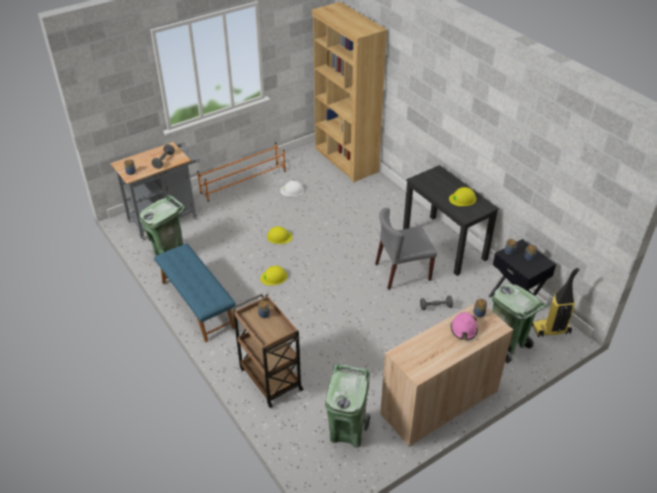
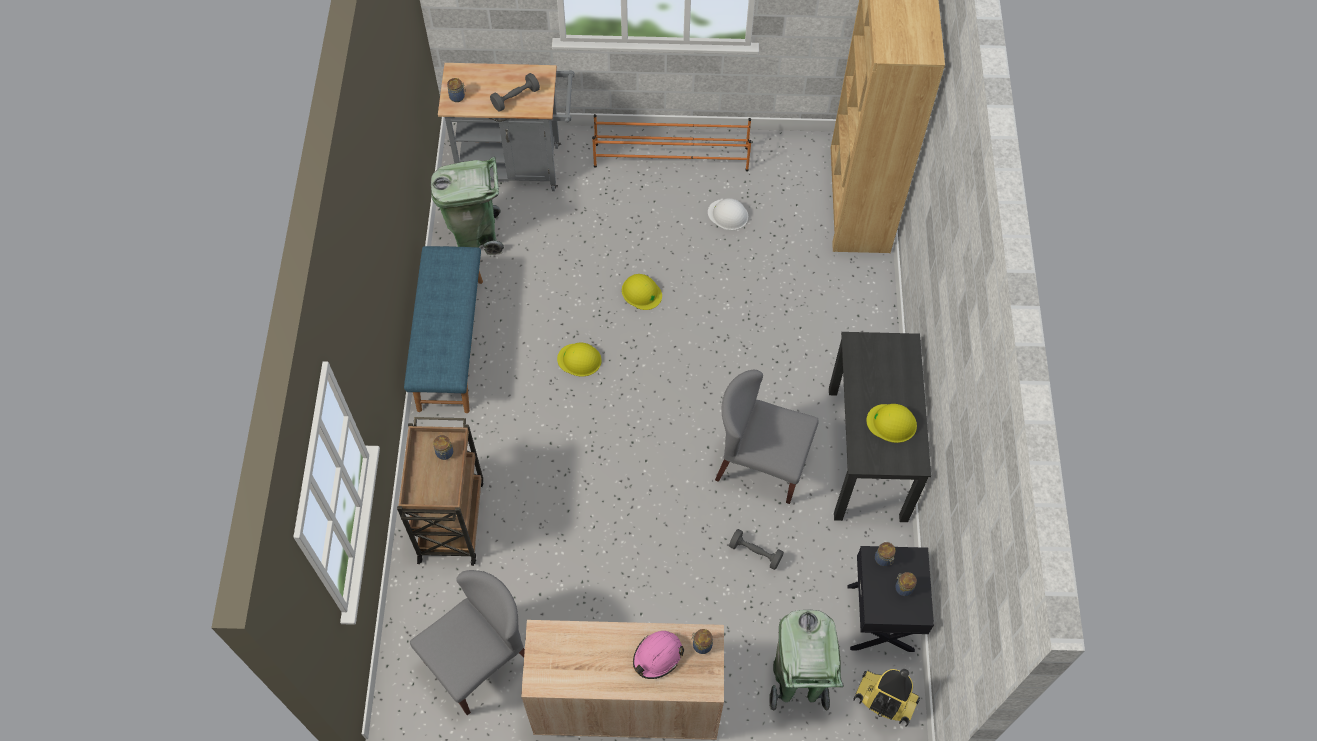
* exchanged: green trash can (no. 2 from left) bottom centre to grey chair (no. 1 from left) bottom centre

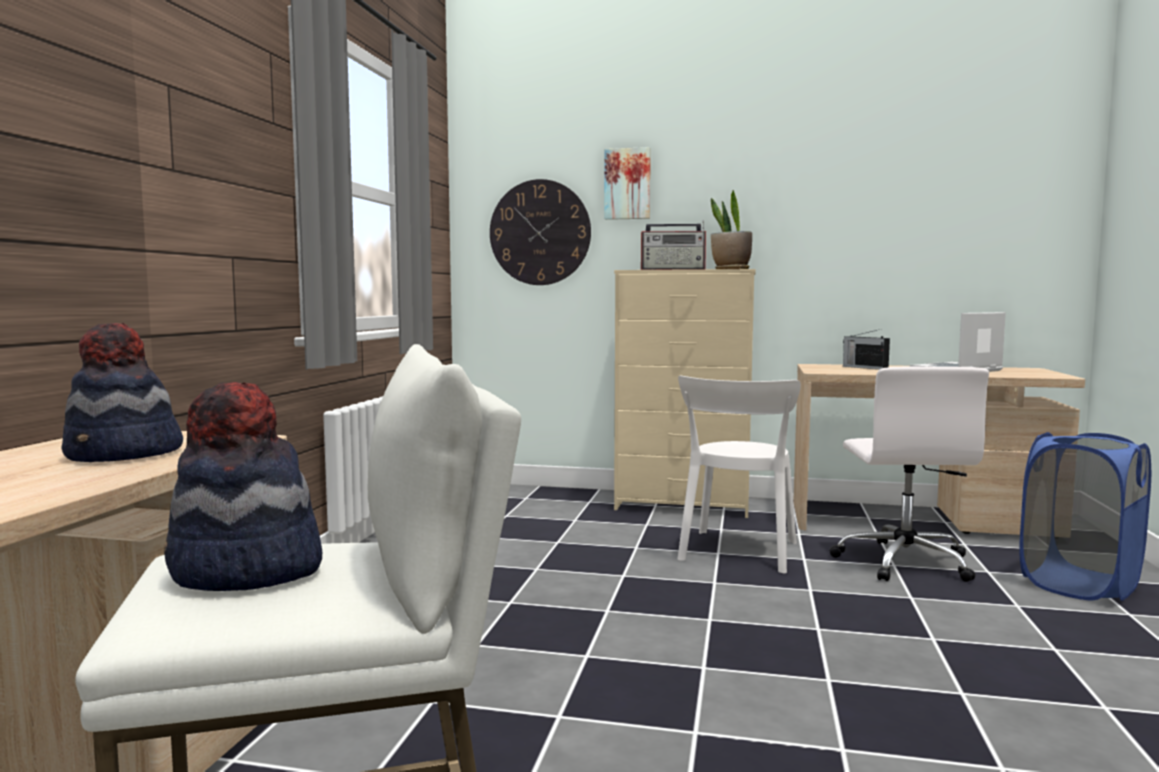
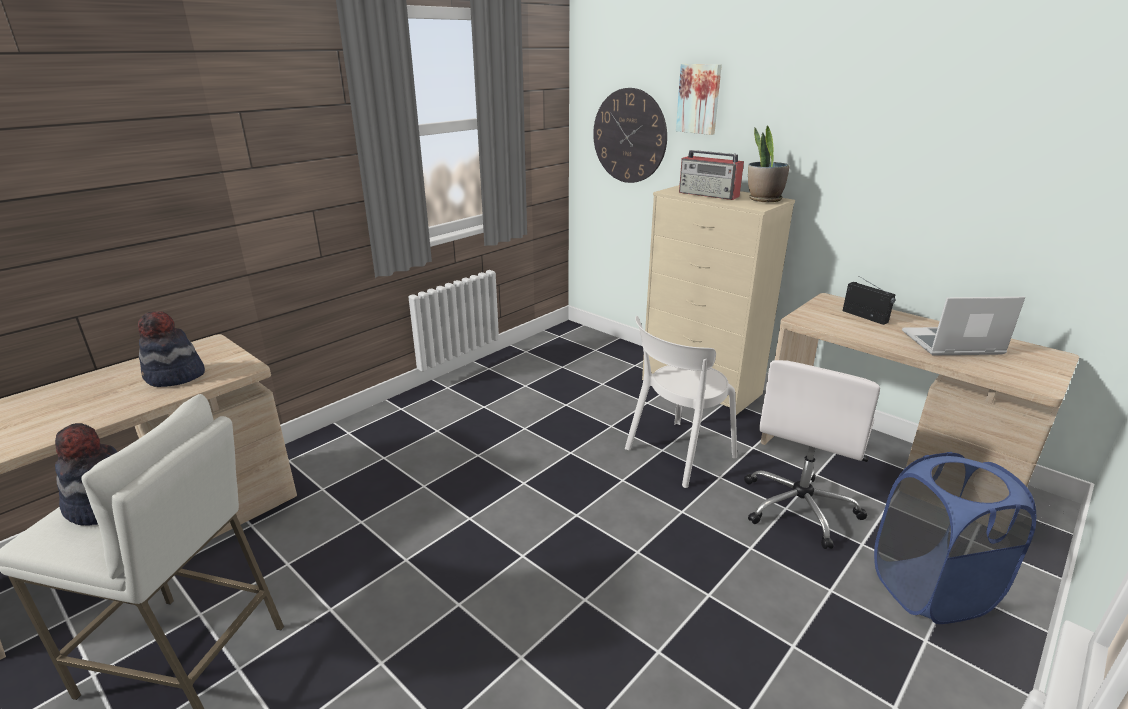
* spun: radio (no. 2 from left) middle right = middle right 150 degrees clockwise

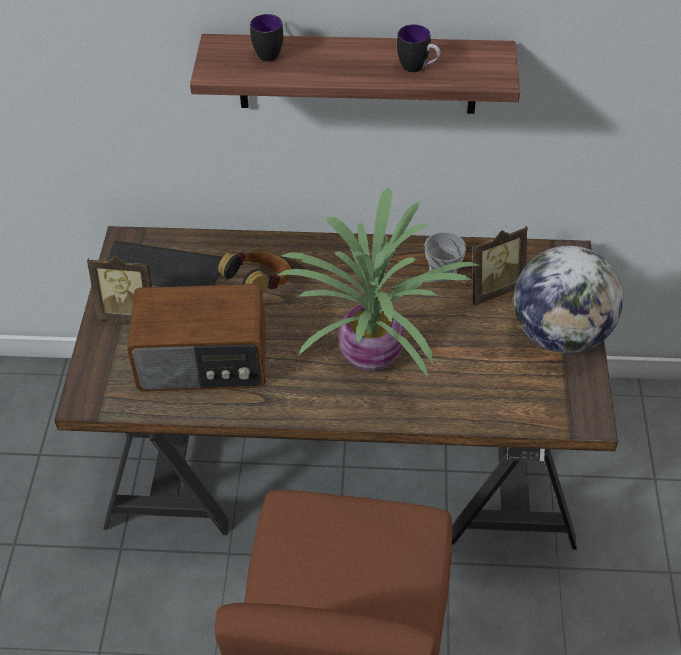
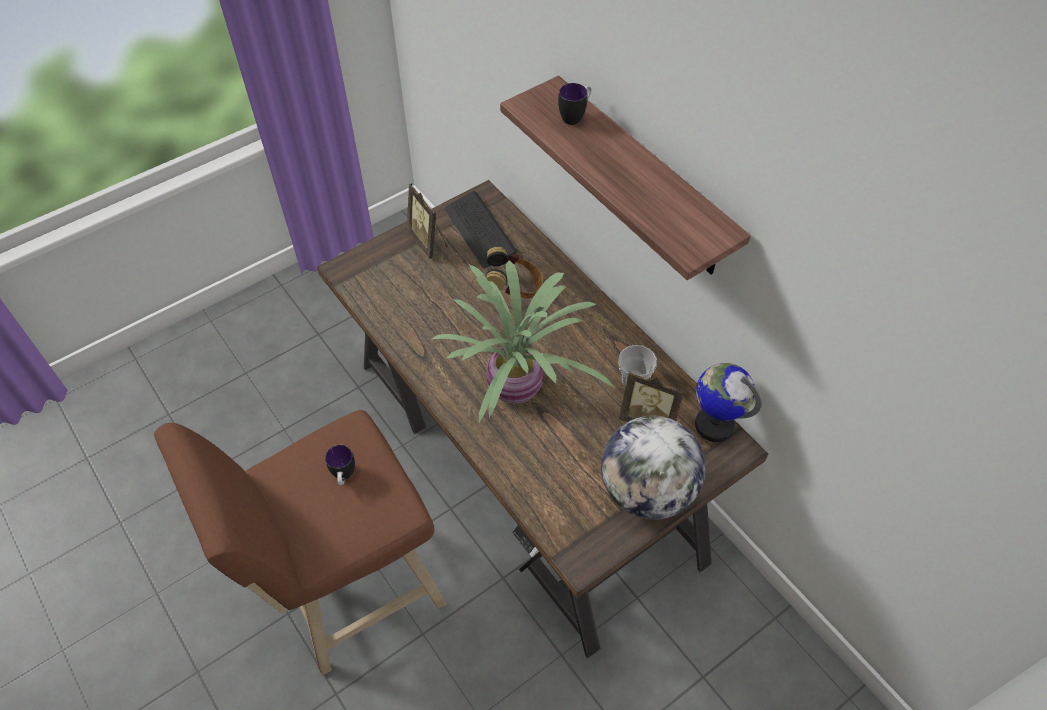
* relocated: mug (no. 2 from left in the first image) top centre to mug (no. 1 from left) middle left
* missing: radio middle left
* appeared: globe (no. 2 from left) middle right

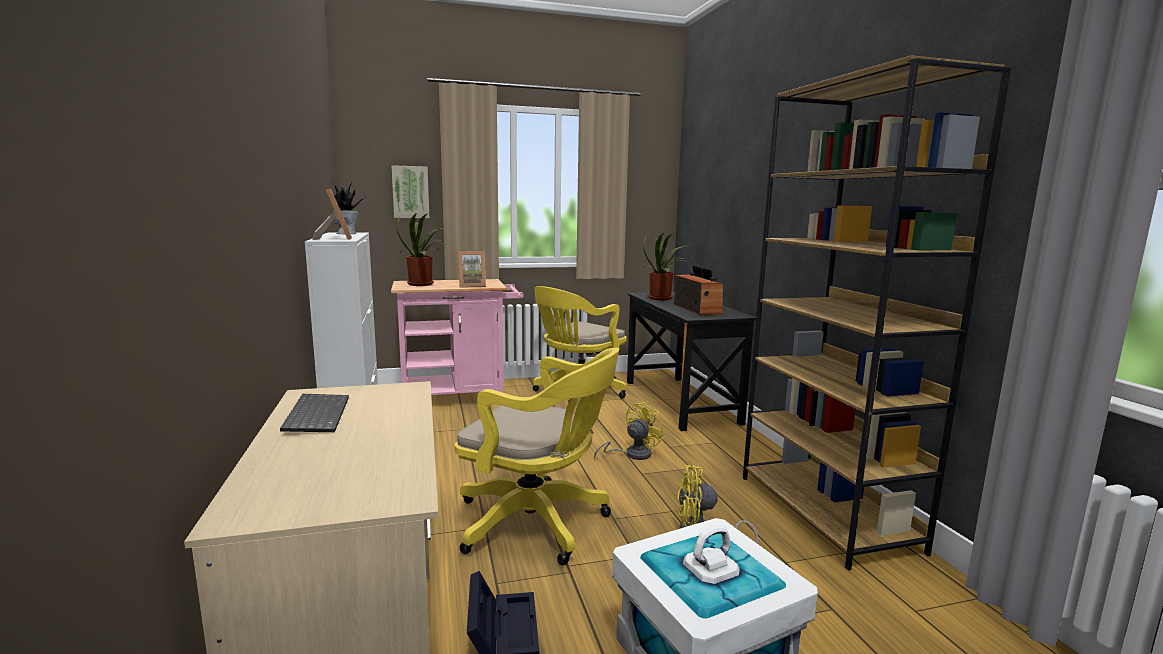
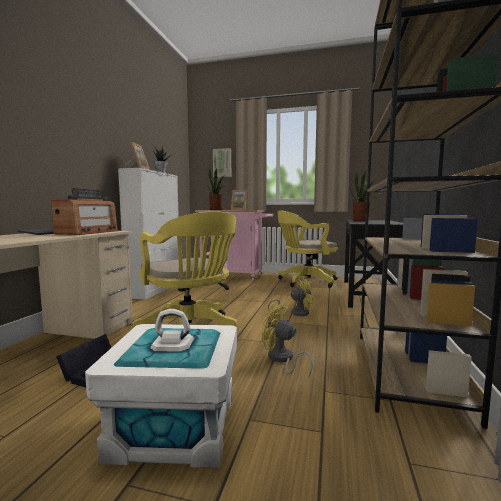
* relocated: radio centre to middle left

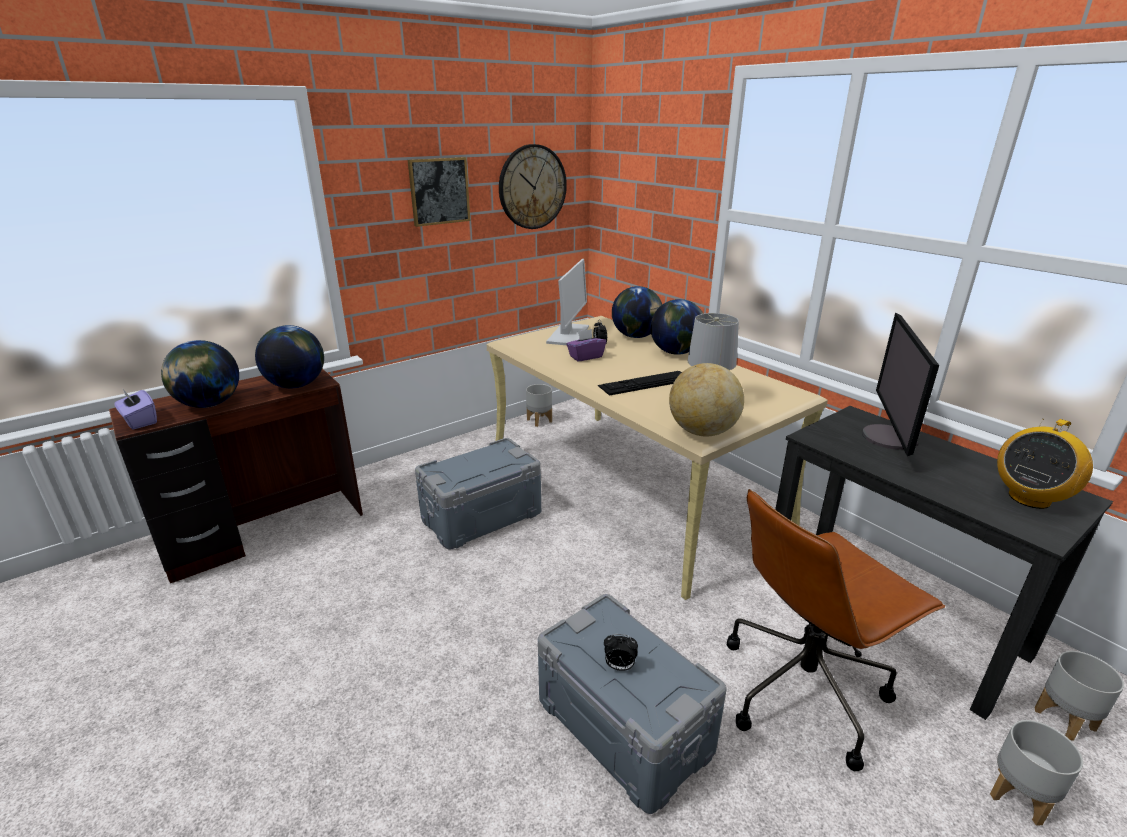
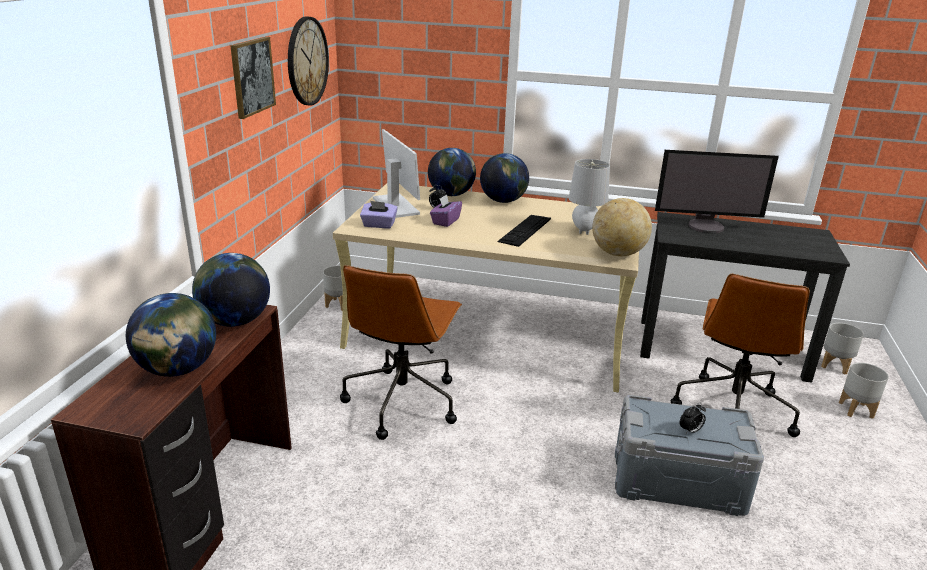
* spun: monitor (no. 2 from left) middle right = middle right 60 degrees counterclockwise
* relocated: purple tissue box (no. 1 from left) middle left to centre
* missing: radio middle right
* exchanged: grey storage box (no. 1 from left) centre to brown office chair (no. 1 from left) centre

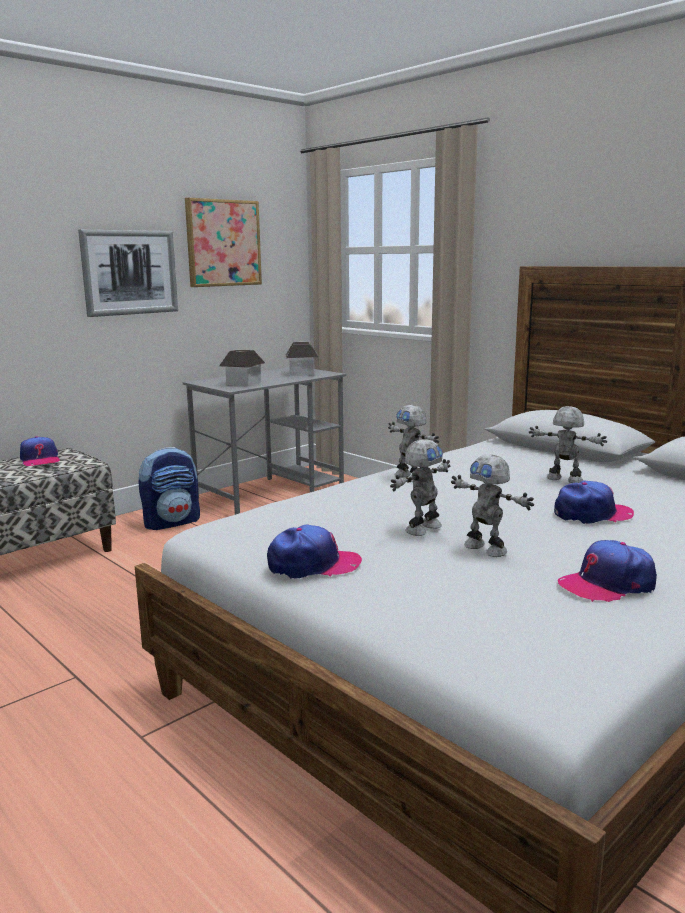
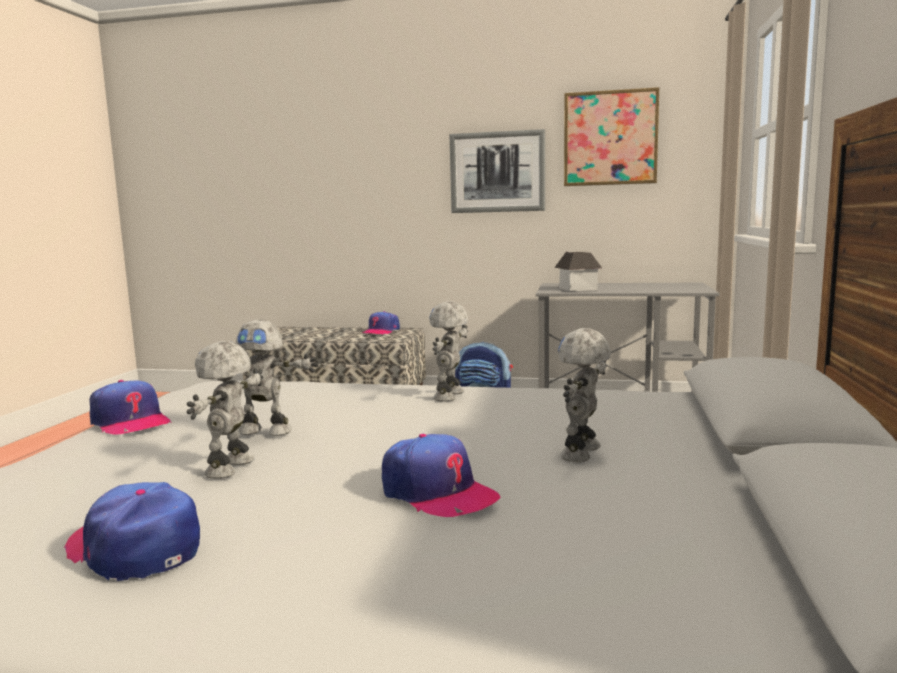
* missing: toy house (no. 2 from left) centre
* spun: toy robot (no. 4 from left) middle right = centre 150 degrees counterclockwise

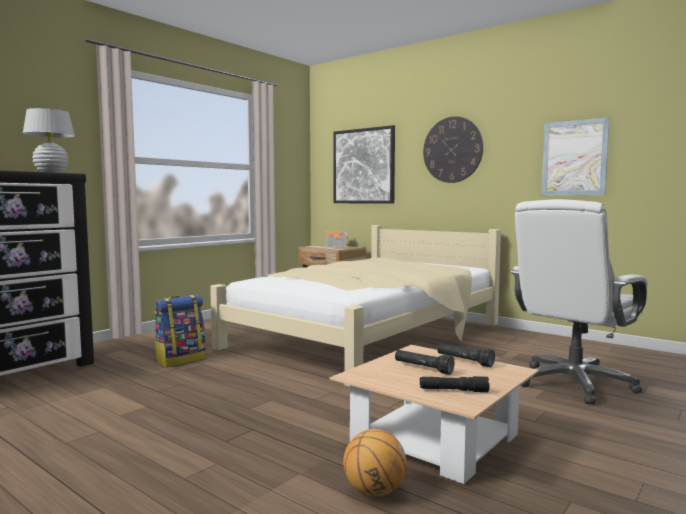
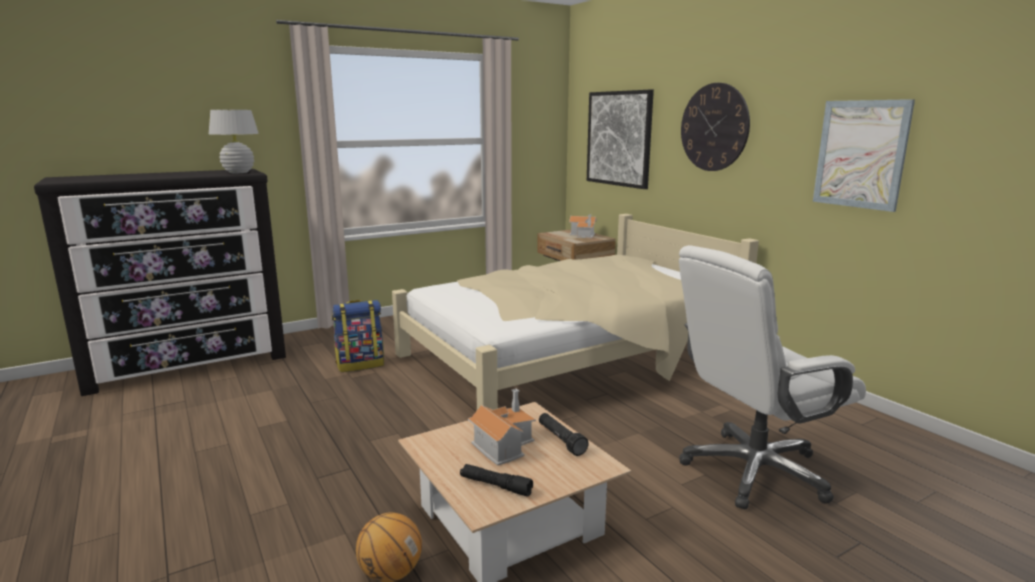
* exchanged: black flashlight (no. 1 from left) bottom centre to toy house (no. 1 from left) bottom centre

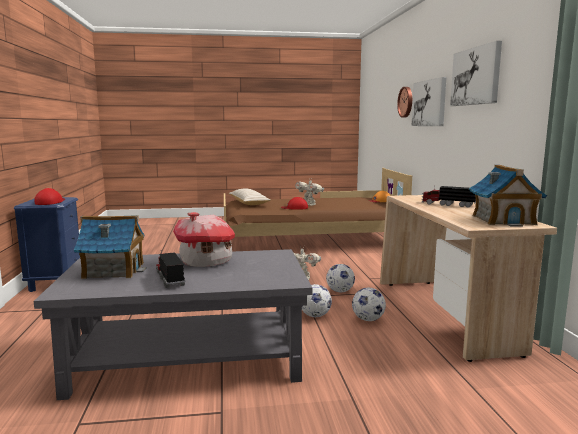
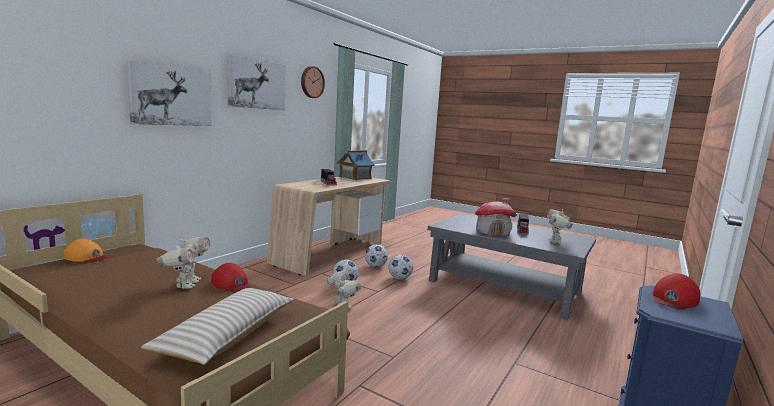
* relocated: wall clock top right to top centre
* exchanged: toy house (no. 1 from left) middle left to toy robot (no. 3 from left) middle right

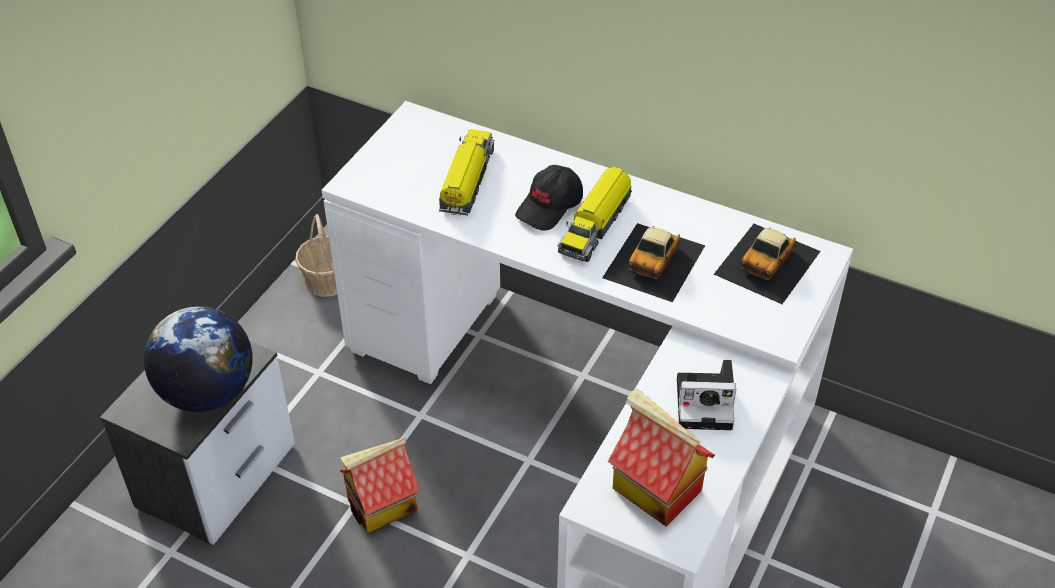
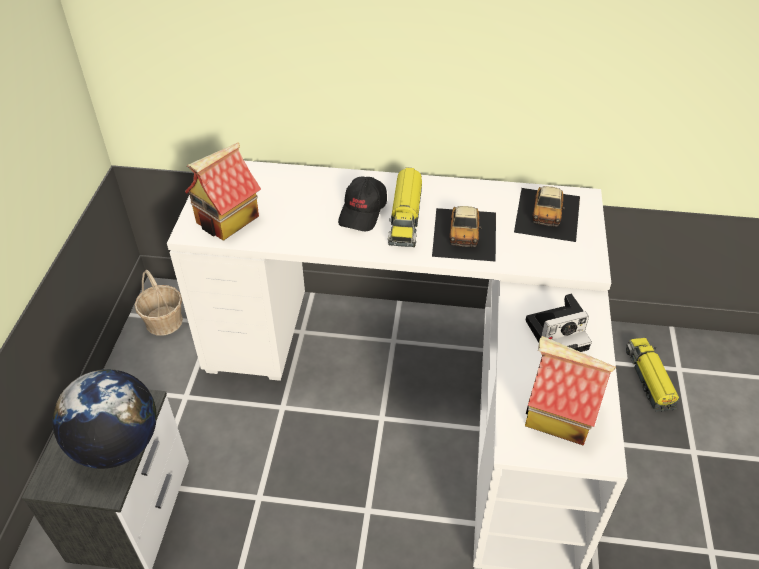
* relocated: toy truck (no. 1 from left in the first image) top centre to toy truck (no. 2 from left) middle right
* relocated: toy house (no. 1 from left) bottom centre to middle left

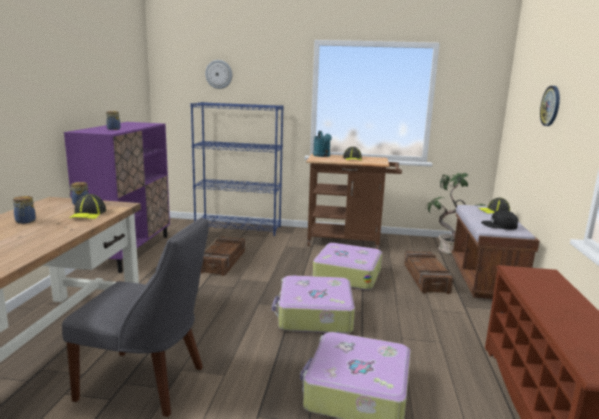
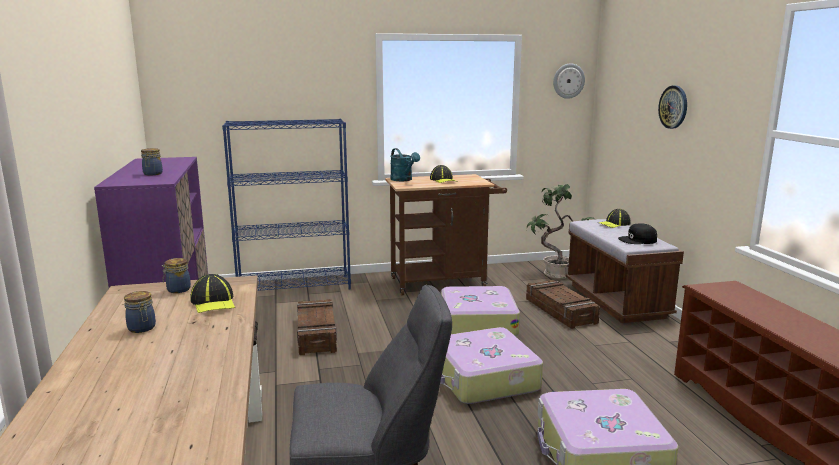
* relocated: wall clock (no. 1 from left) top centre to top right

